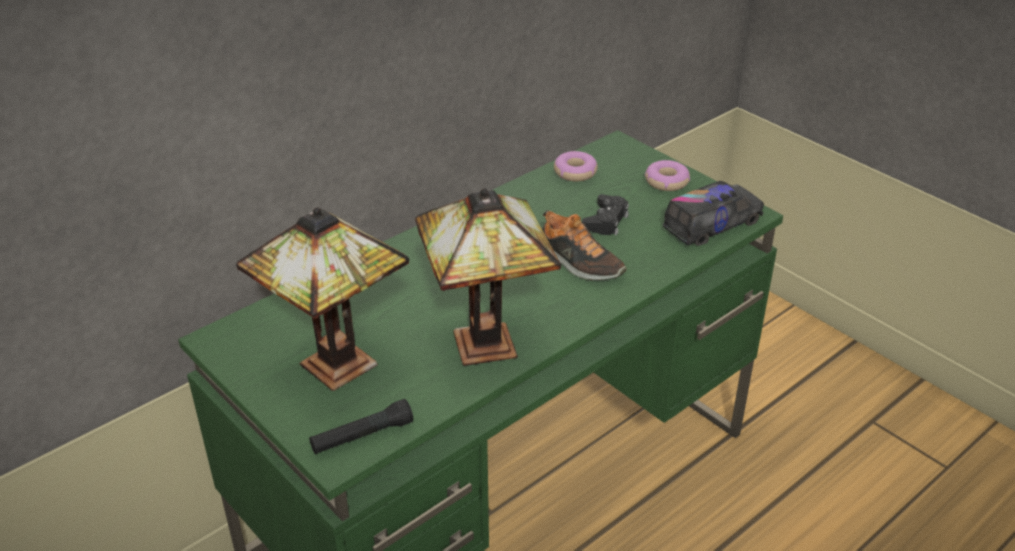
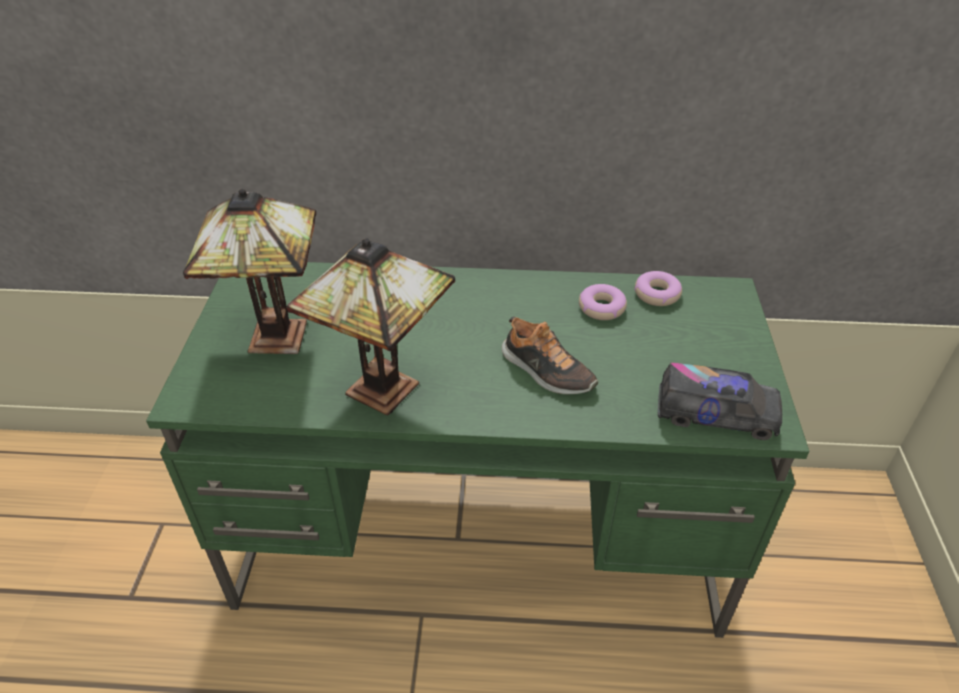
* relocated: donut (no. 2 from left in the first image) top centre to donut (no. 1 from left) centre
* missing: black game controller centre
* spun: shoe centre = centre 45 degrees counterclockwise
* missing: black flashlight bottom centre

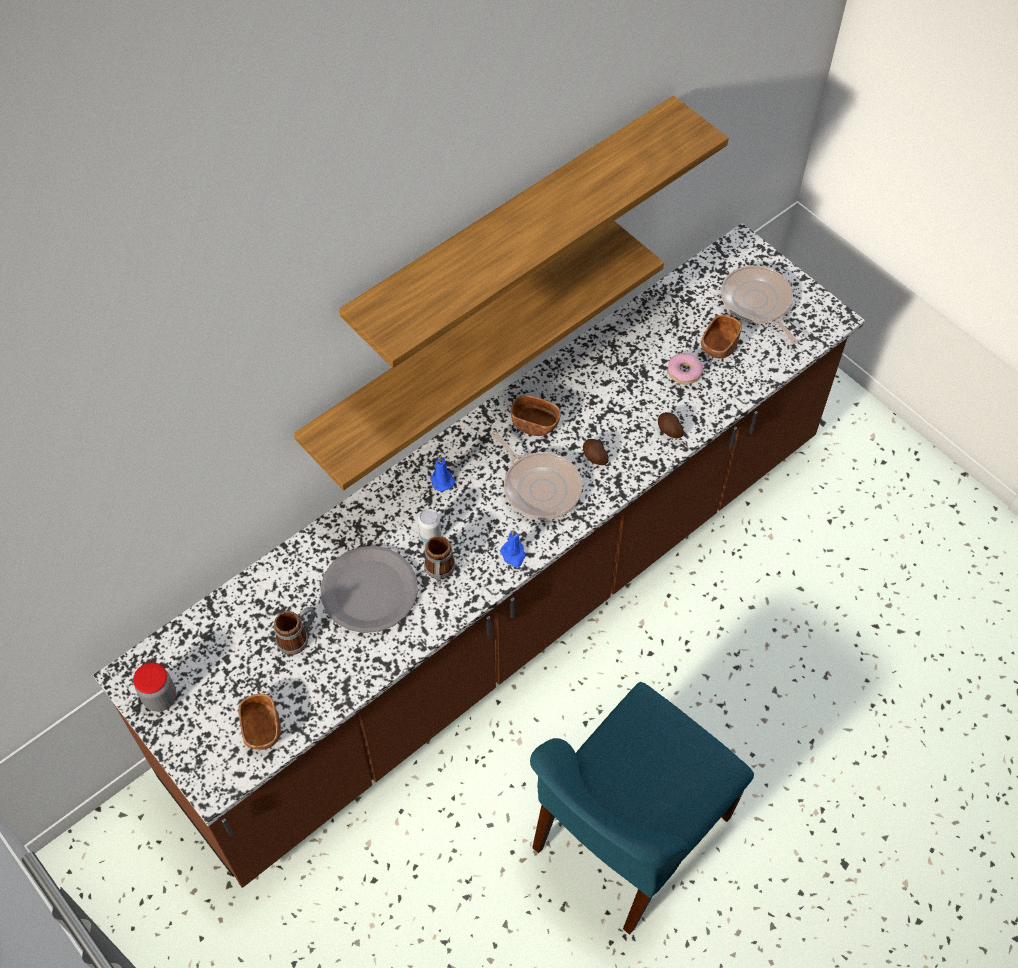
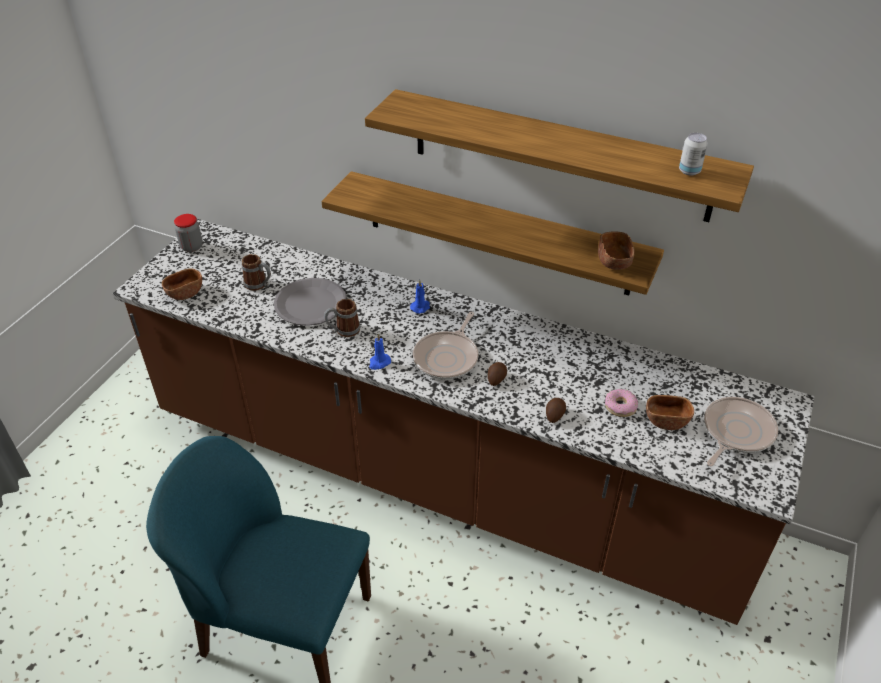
* relocated: brown bowl (no. 2 from left) centre to middle right
* relocated: can centre to top right

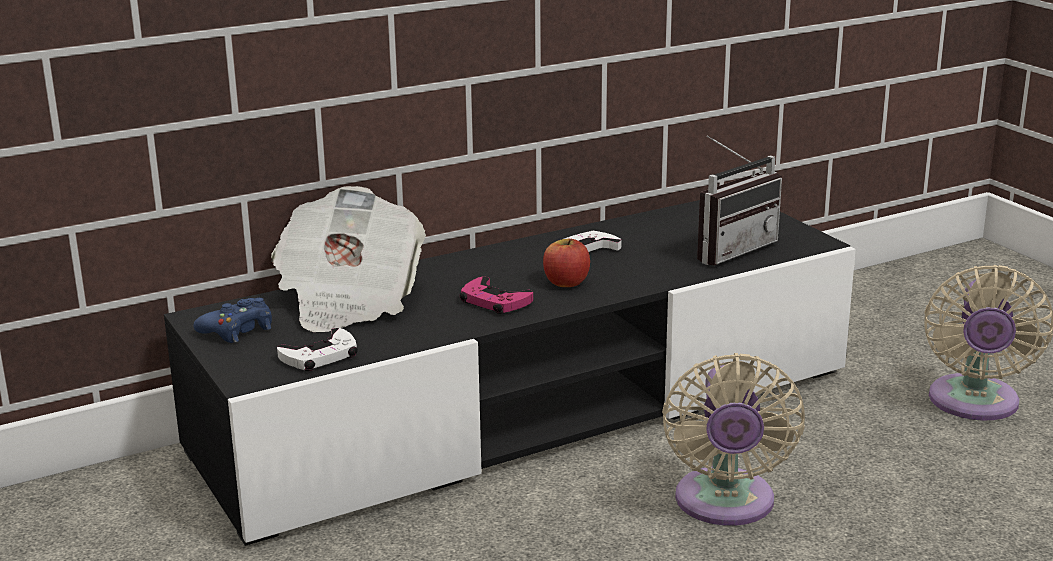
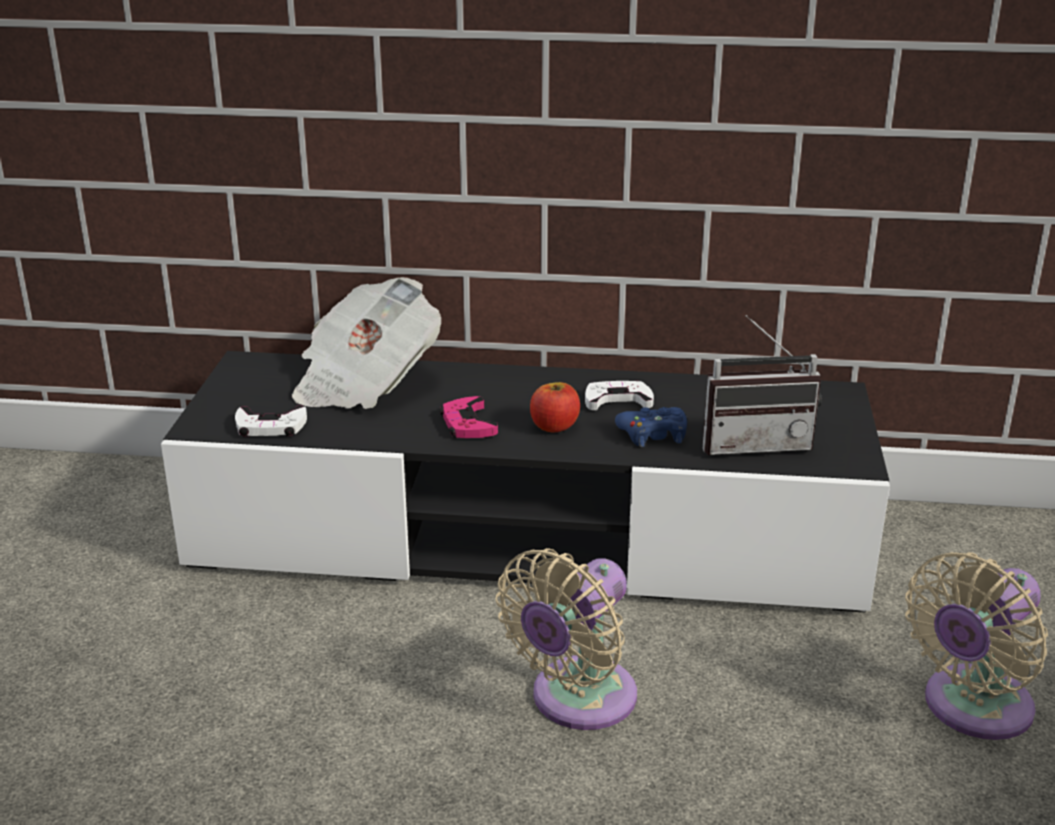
* relocated: blue game controller middle left to centre

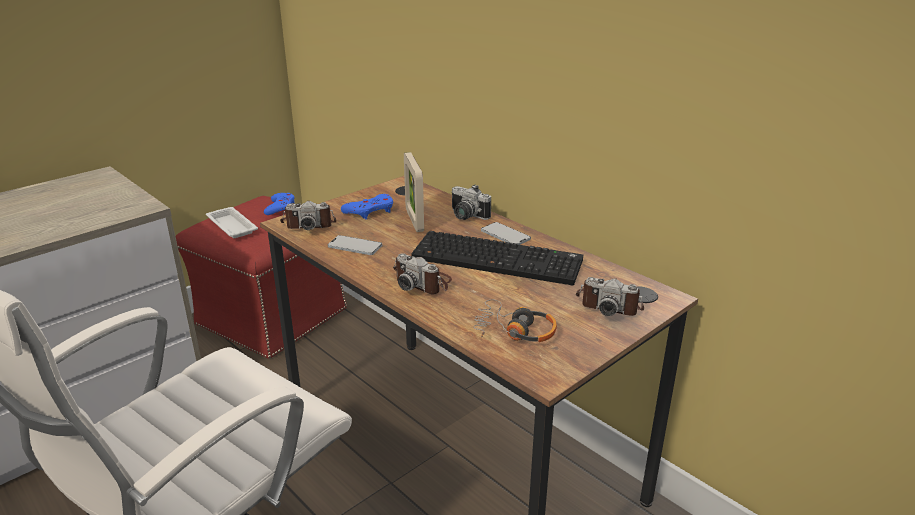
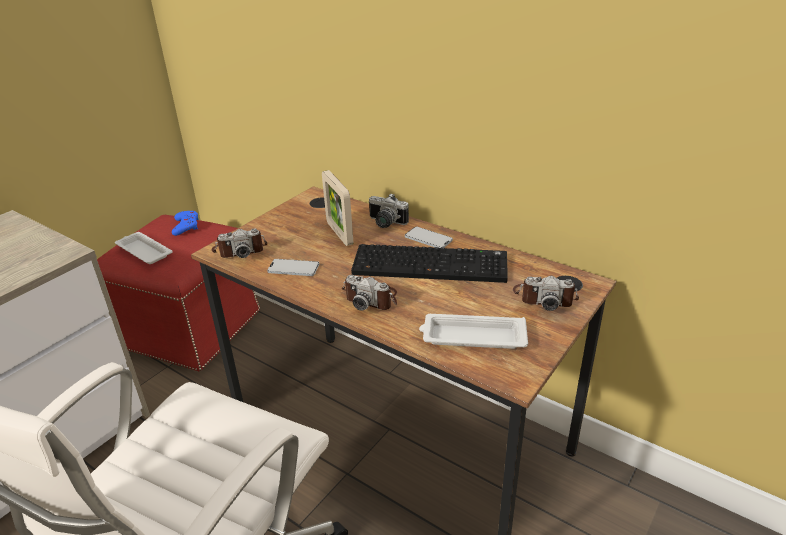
* missing: blue game controller (no. 2 from left) centre
* exchanged: headphones centre to white tray (no. 2 from left) centre

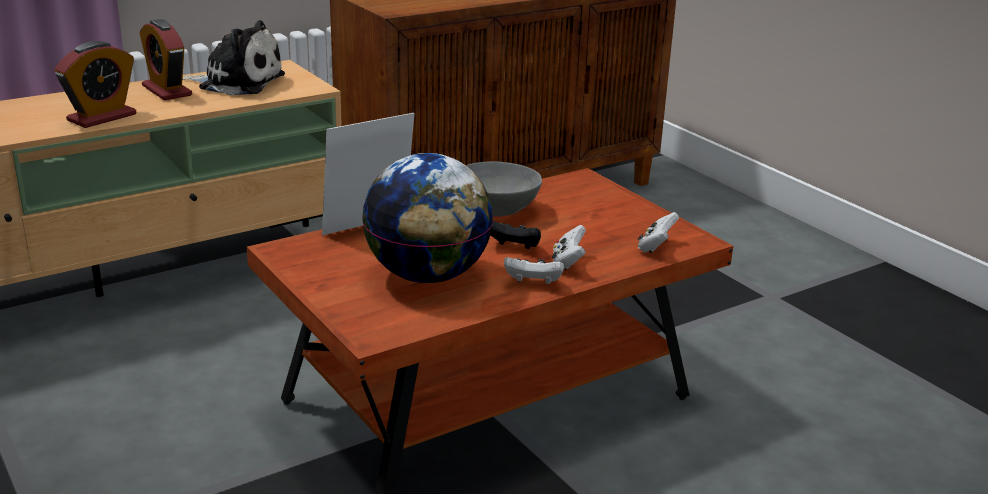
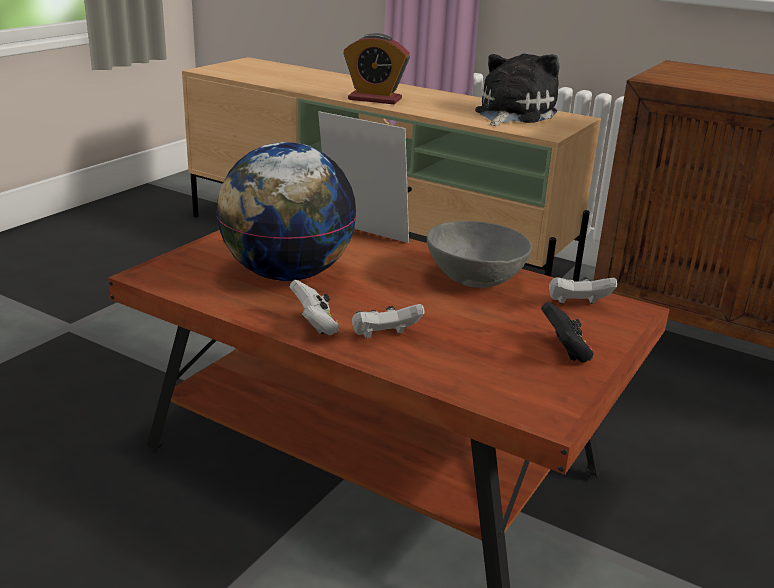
* missing: alarm clock (no. 2 from left) top left
* spun: plush toy top left = top right 135 degrees counterclockwise
* relocated: white game controller (no. 3 from left) centre to middle right
* relocated: black game controller centre to middle right

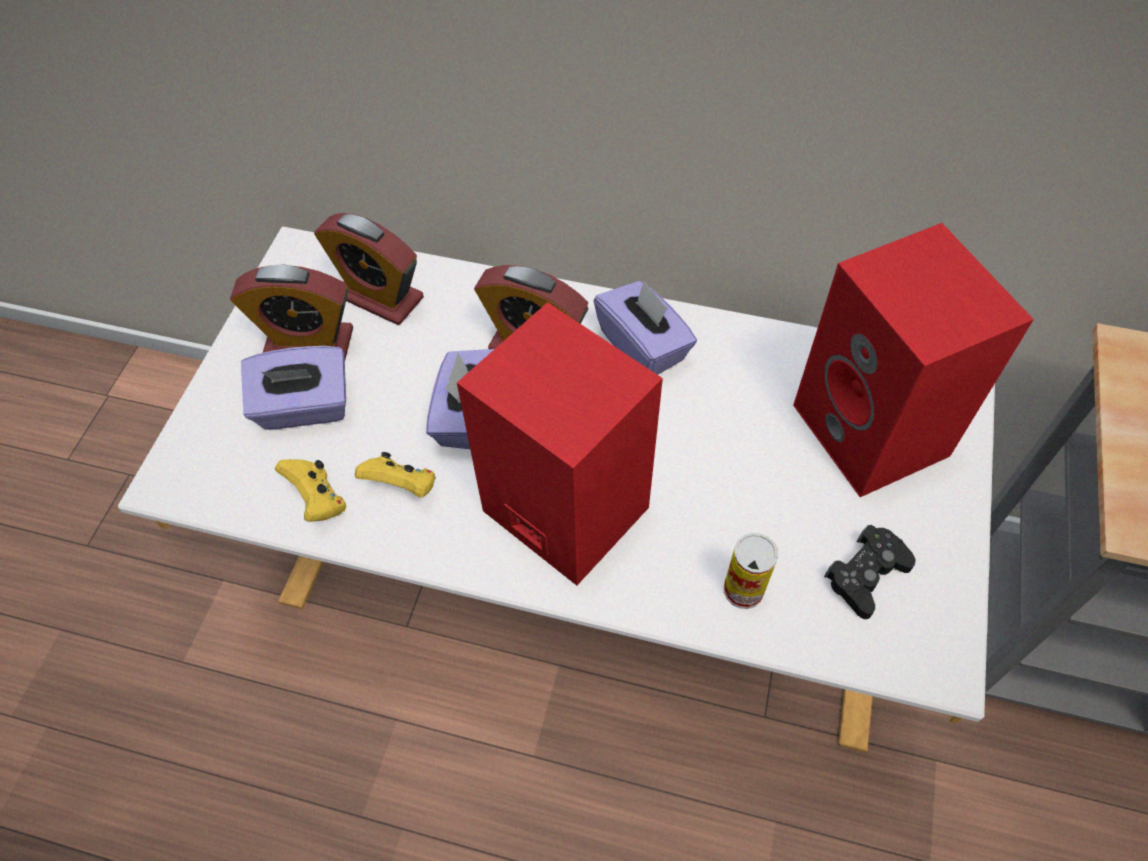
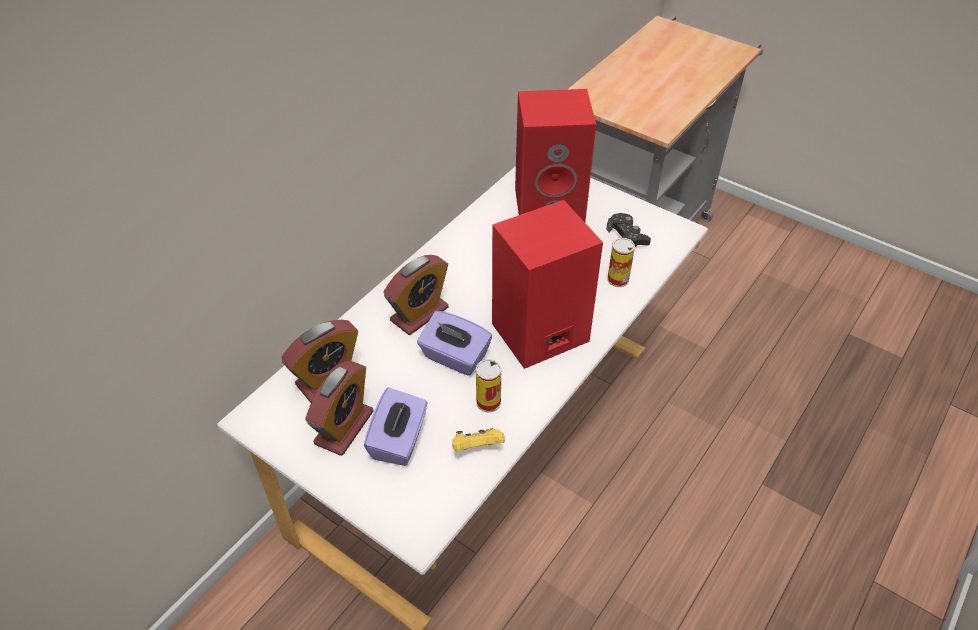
* missing: purple tissue box (no. 3 from left) centre
* exchanged: yellow game controller (no. 2 from left) centre to can (no. 1 from left) centre

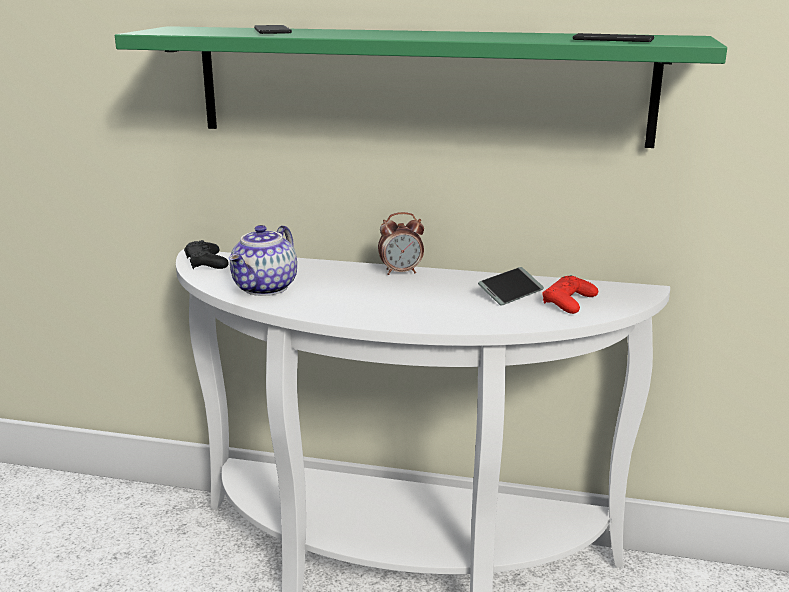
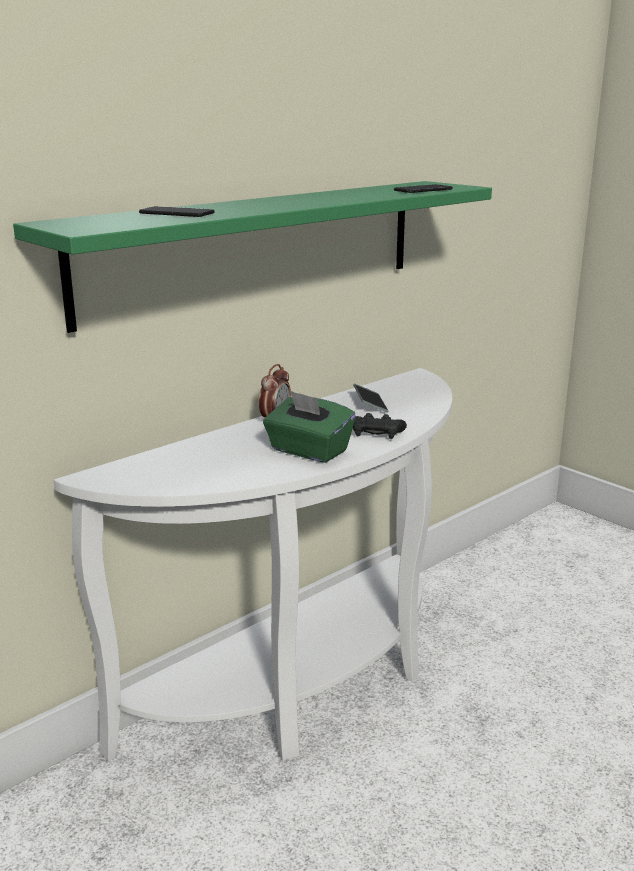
* missing: teapot centre
* relocated: black game controller middle left to centre
* missing: red game controller middle right
* appeared: green tissue box centre

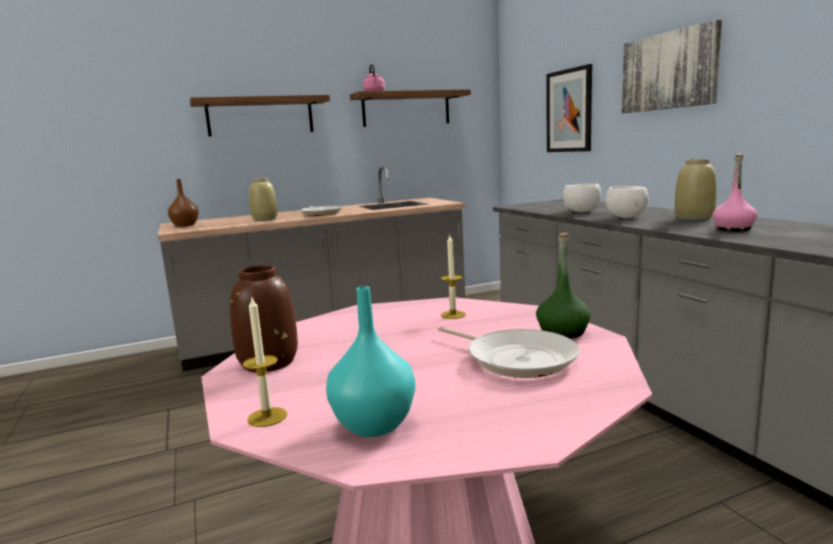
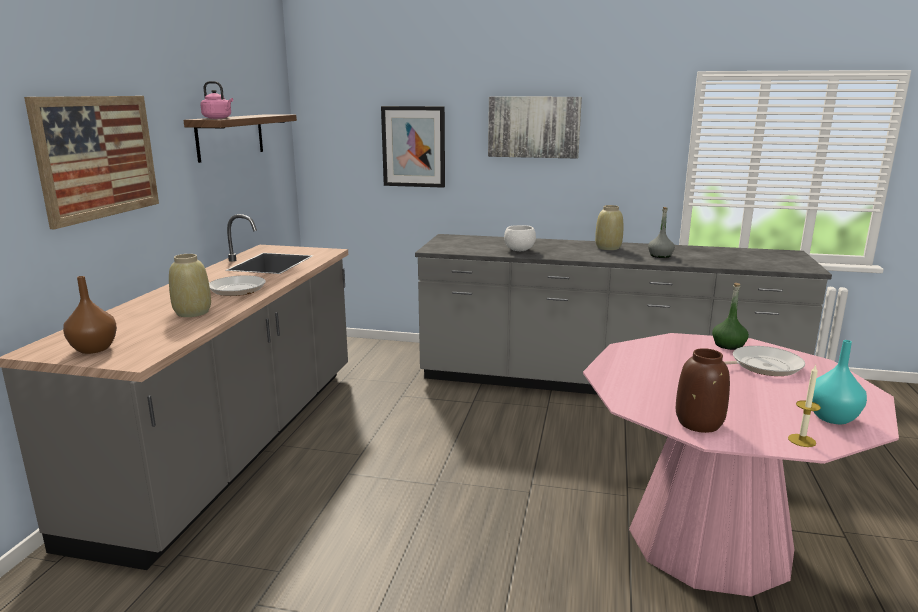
* exchanged: shelf (no. 1 from left) top left to picture (no. 1 from left) top left
* colour: pink bottle middle right to grey bottle middle right
* missing: white bowl (no. 2 from left) middle right
* missing: candle (no. 2 from left) centre

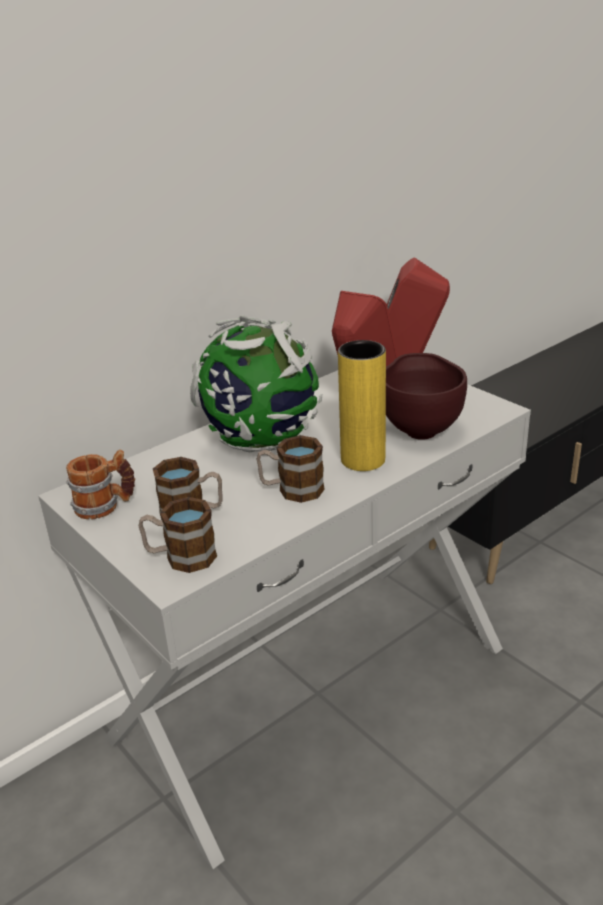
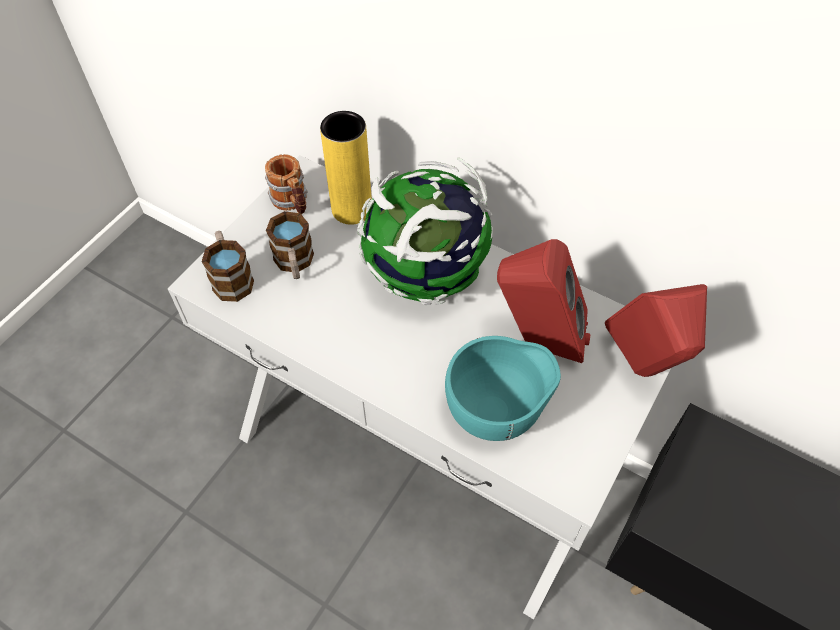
* relocated: yellow vase centre to top centre
* colour: brown bowl middle right to turquoise bowl centre
* missing: mug (no. 4 from left) centre

